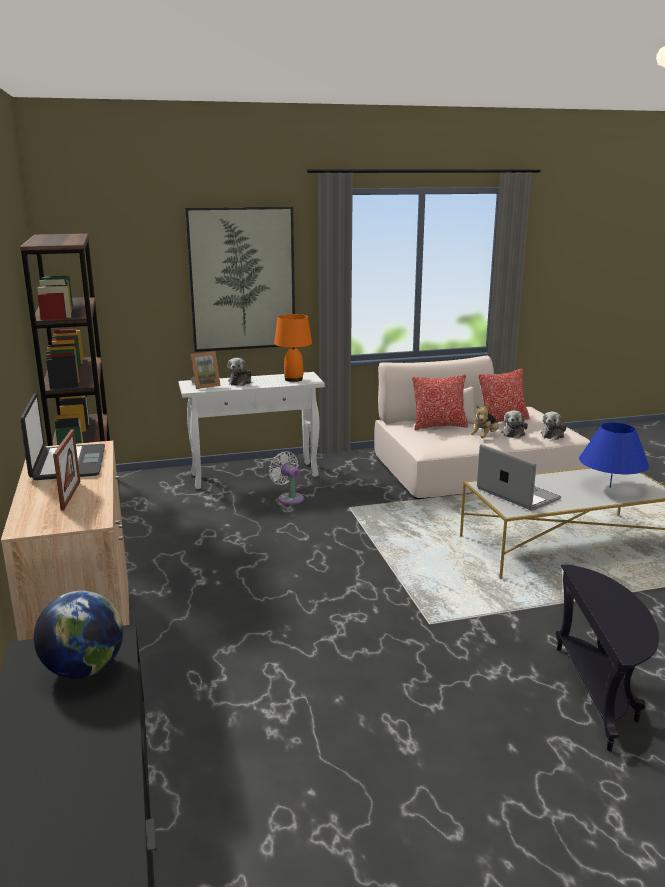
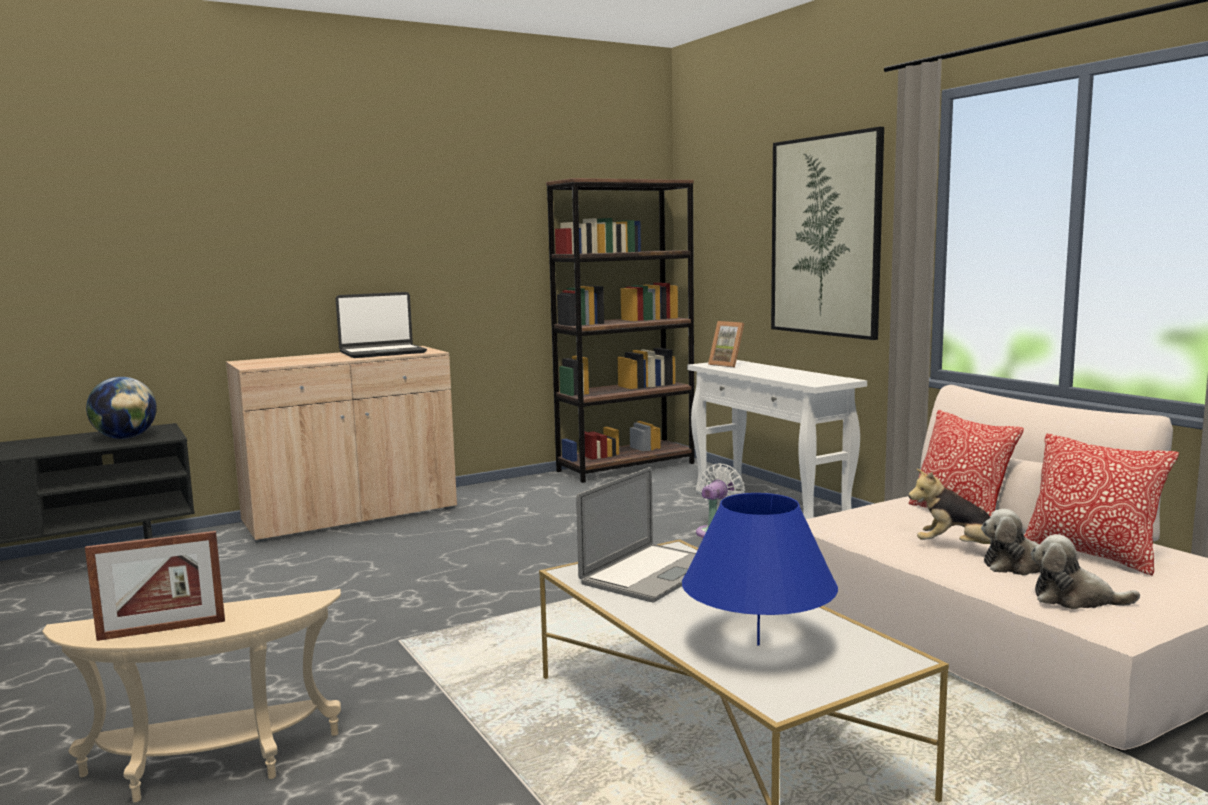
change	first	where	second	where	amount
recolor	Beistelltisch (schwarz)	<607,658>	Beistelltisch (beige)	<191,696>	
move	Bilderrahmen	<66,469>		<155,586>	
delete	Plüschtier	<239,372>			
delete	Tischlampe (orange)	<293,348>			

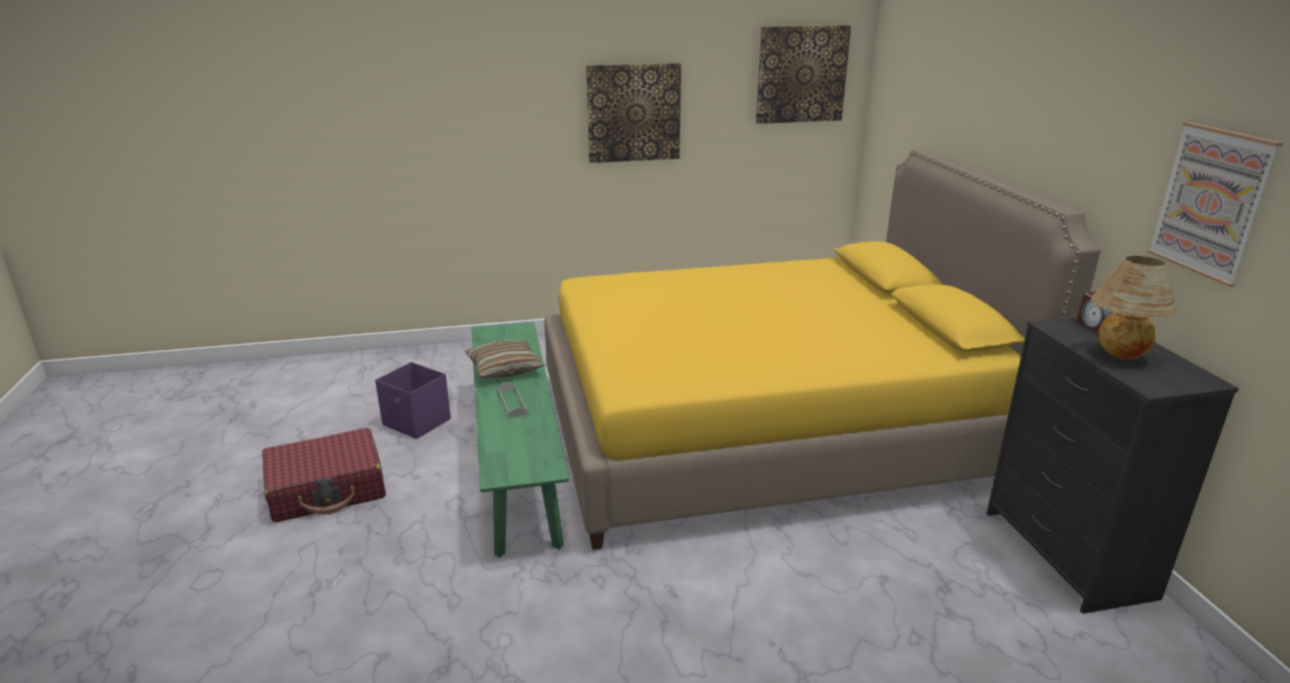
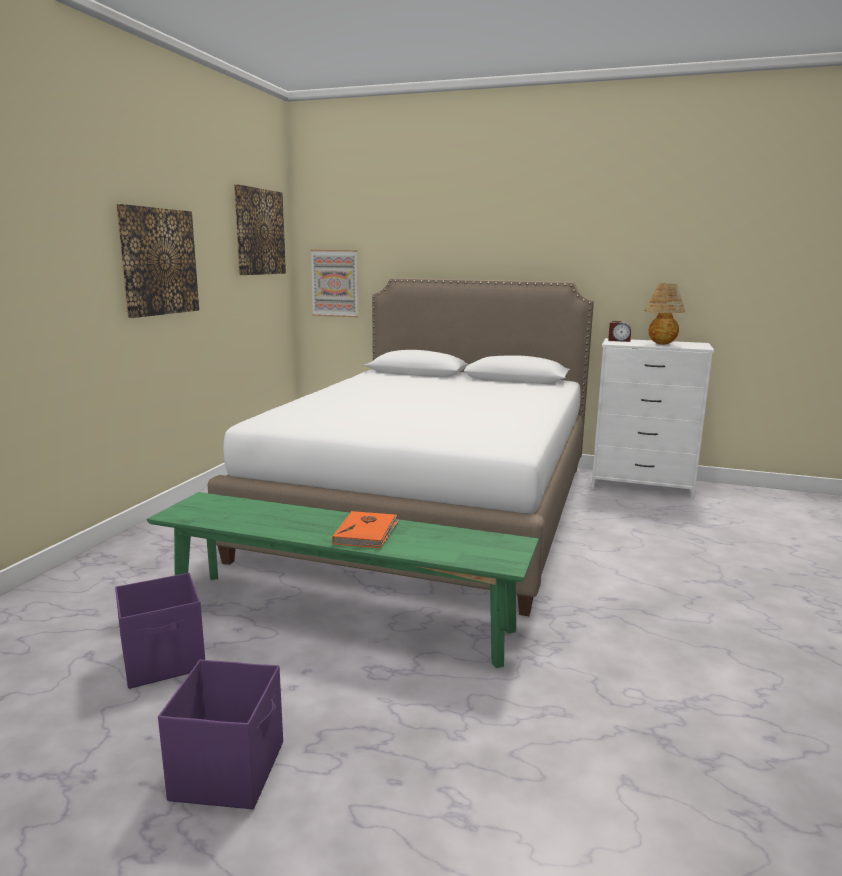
change	first	where	second	where	amount
replace	Koffer (rot)	<324,475>	Aufbewahrungsbox (lila)	<220,734>	
recolor	Bett (gelb)	<822,349>	Bett (weiß)	<401,447>	
move	Bild	<1215,204>		<334,283>	
replace	Tablett (grau)	<512,400>	Buch (orange)	<365,529>	
recolor	Kommode (schwarz)	<1113,465>	Kommode (weiß)	<653,418>	
delete	Kissen	<505,359>			

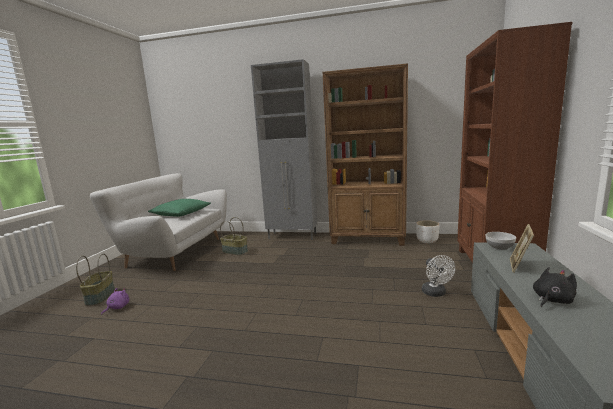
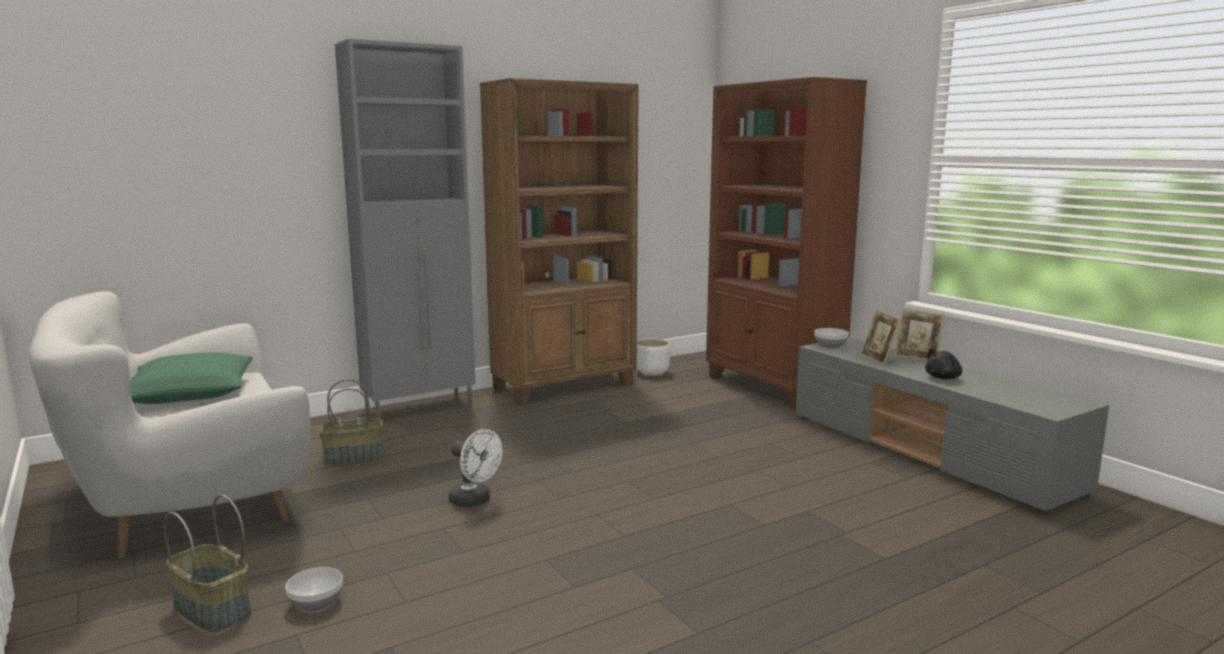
change	first	where	second	where	amount
replace	Plüschtier (lila)	<115,301>	Schüssel	<314,589>	
move	Ventilator (weiß)	<438,276>		<475,468>	
insert			Bilderrahmen	<919,335>	
rotate	Plüschtier (schwarz)	<555,287>		<943,363>	135 degrees counterclockwise

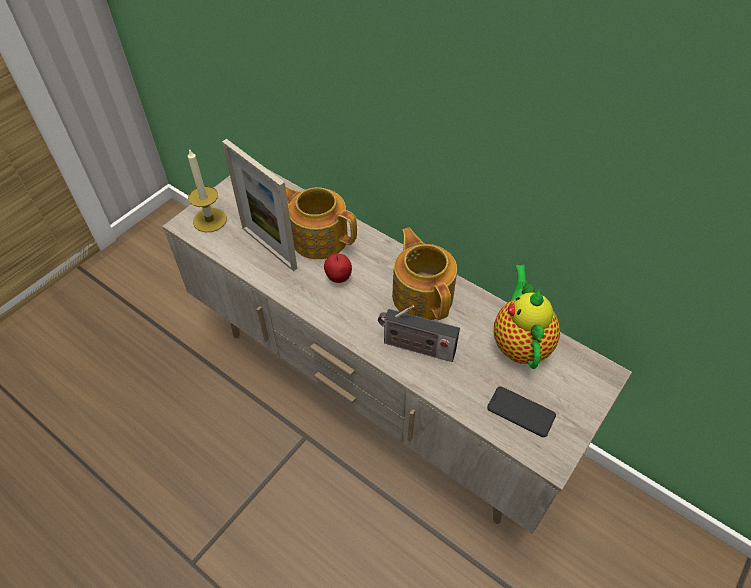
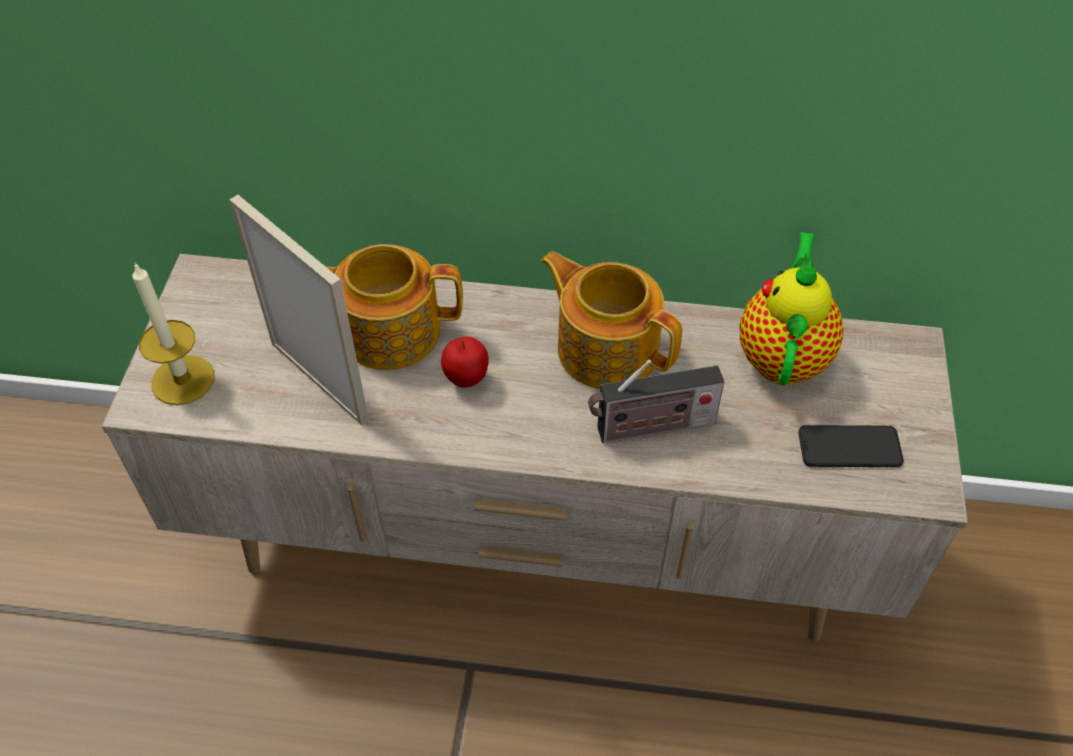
change	first	where	second	where	amount
rotate	Bilderrahmen	<259,205>		<299,310>	150 degrees counterclockwise
rotate	Teekanne	<527,317>		<792,308>	45 degrees clockwise

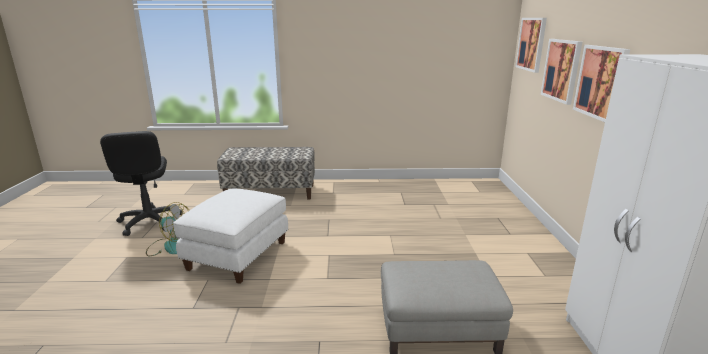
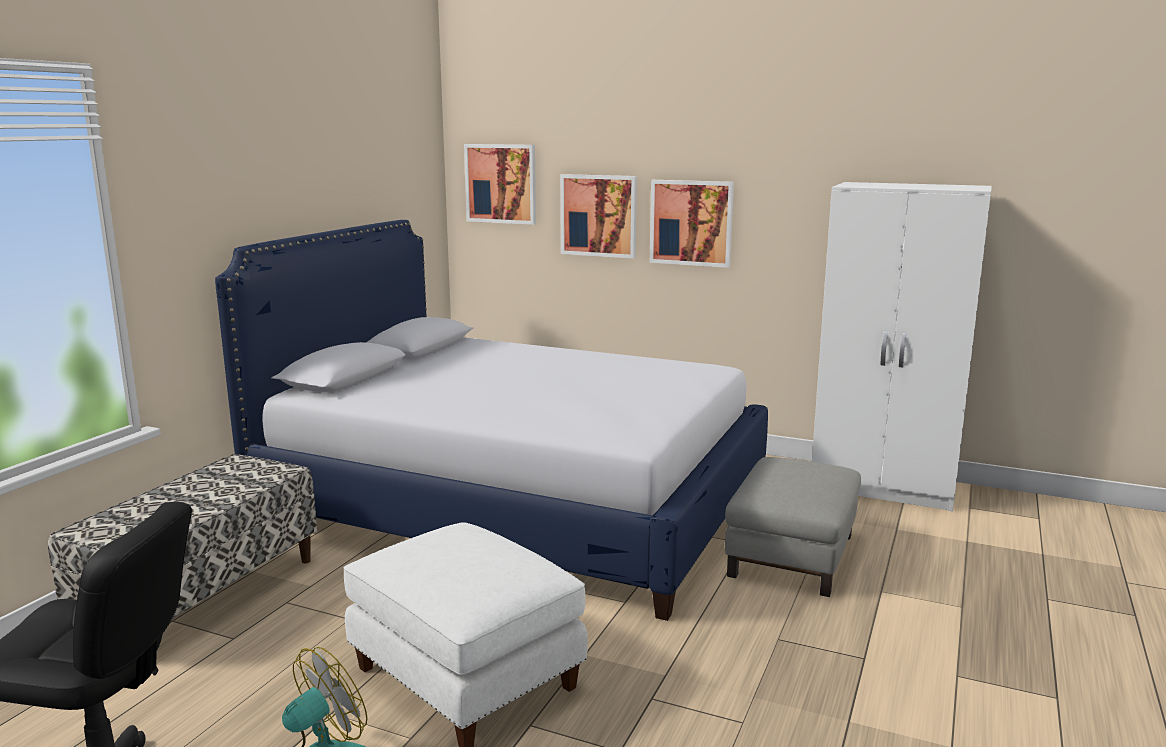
change	first	where	second	where	amount
insert			Bett	<491,420>	

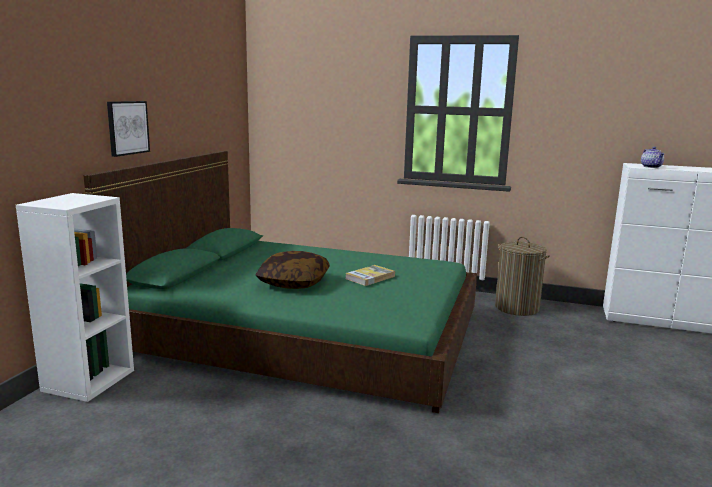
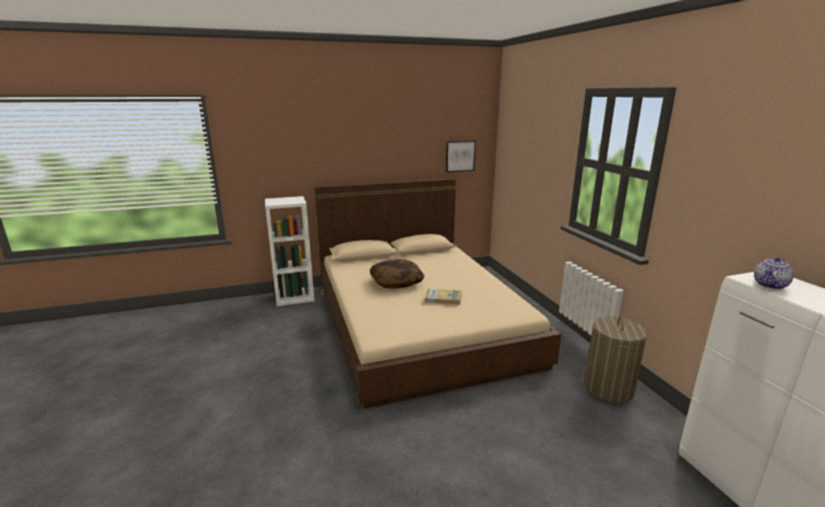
change	first	where	second	where	amount
recolor	Bett (grün)	<280,282>	Bett (beige)	<437,293>	
move	Bild	<128,129>		<461,156>	

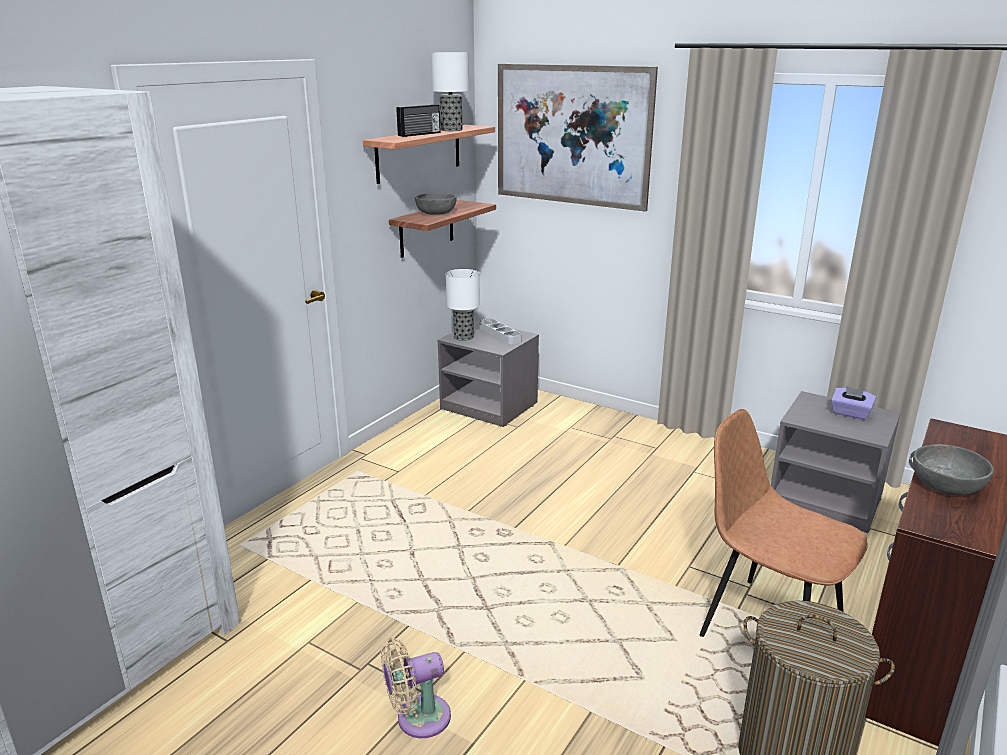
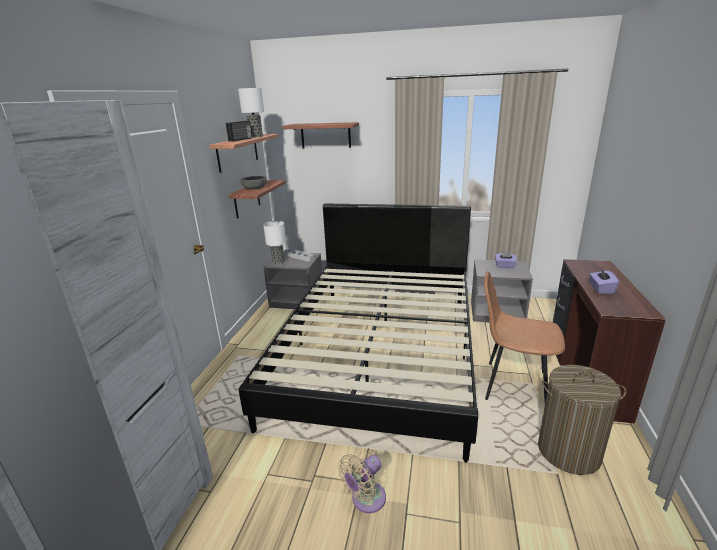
change	first	where	second	where	amount
insert			Bett (schwarz)	<358,333>	
replace	Bild	<578,138>	Wandregal	<320,135>	
replace	Schüssel (grau)	<953,470>	Taschentuchbox (lila)	<604,281>	

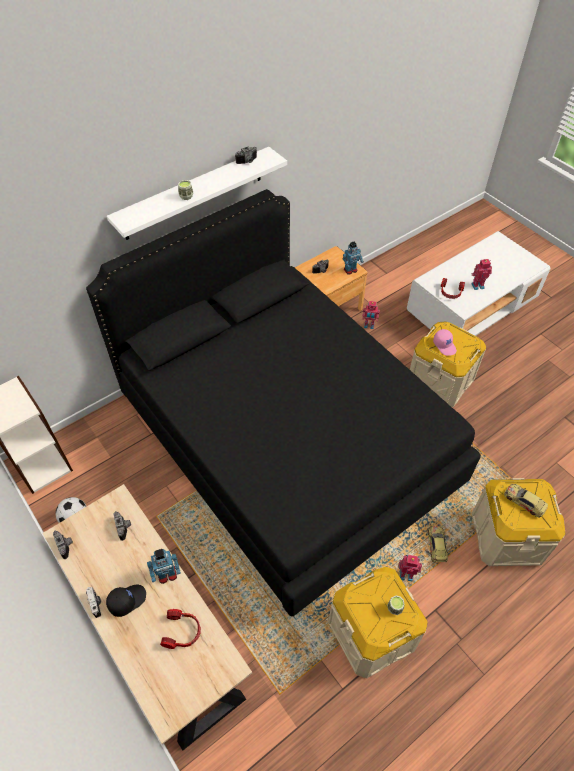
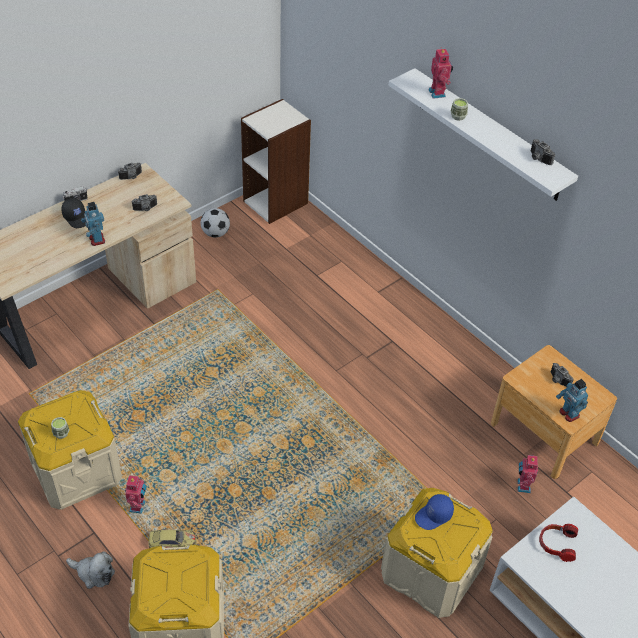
change	first	where	second	where	amount
insert			Plüschtier	<90,570>	
recolor	Kappe (rosa)	<445,342>	Kappe (blau)	<434,512>	
move	Spielzeugroboter	<482,274>		<441,73>	
delete	Bett (schwarz)	<283,403>			
delete	Kopfhörer	<180,629>			
delete	Spielzeugauto	<526,501>			

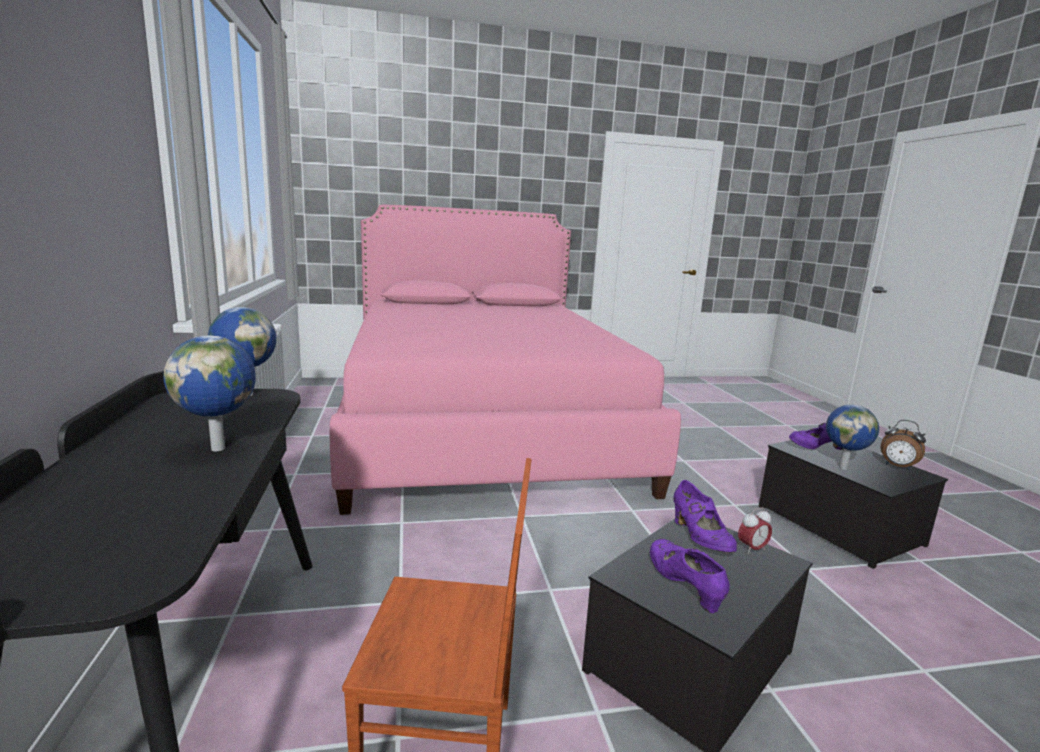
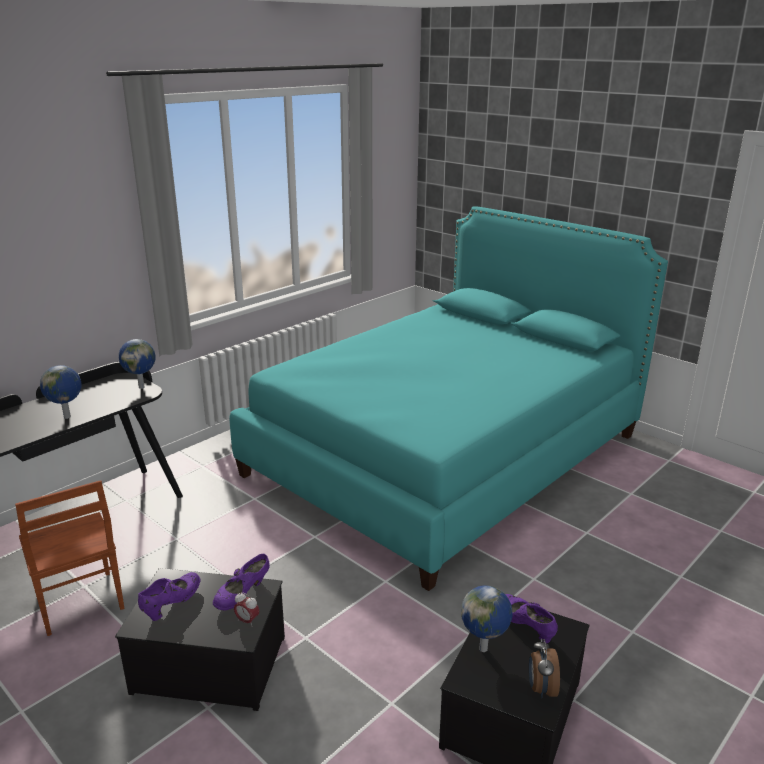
change	first	where	second	where	amount
recolor	Bett (rosa)	<505,360>	Bett (türkis)	<449,398>	

